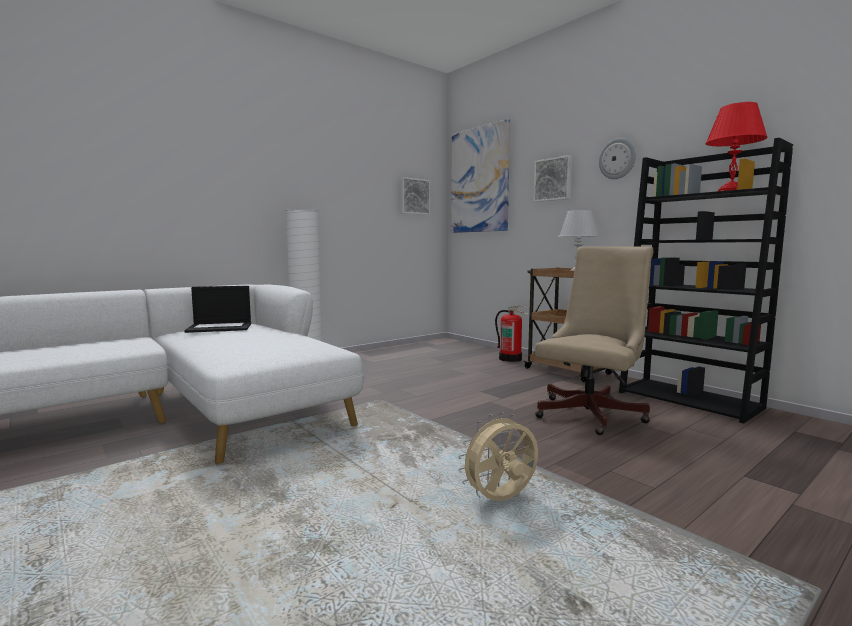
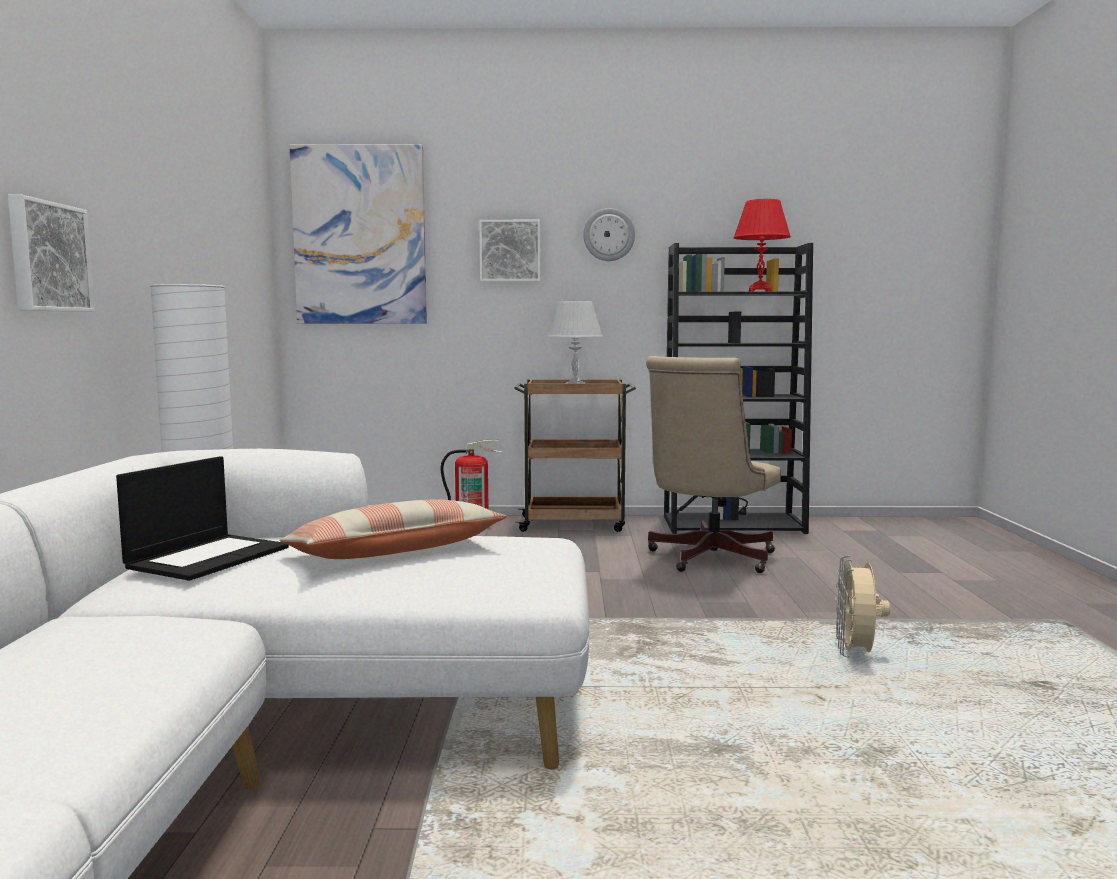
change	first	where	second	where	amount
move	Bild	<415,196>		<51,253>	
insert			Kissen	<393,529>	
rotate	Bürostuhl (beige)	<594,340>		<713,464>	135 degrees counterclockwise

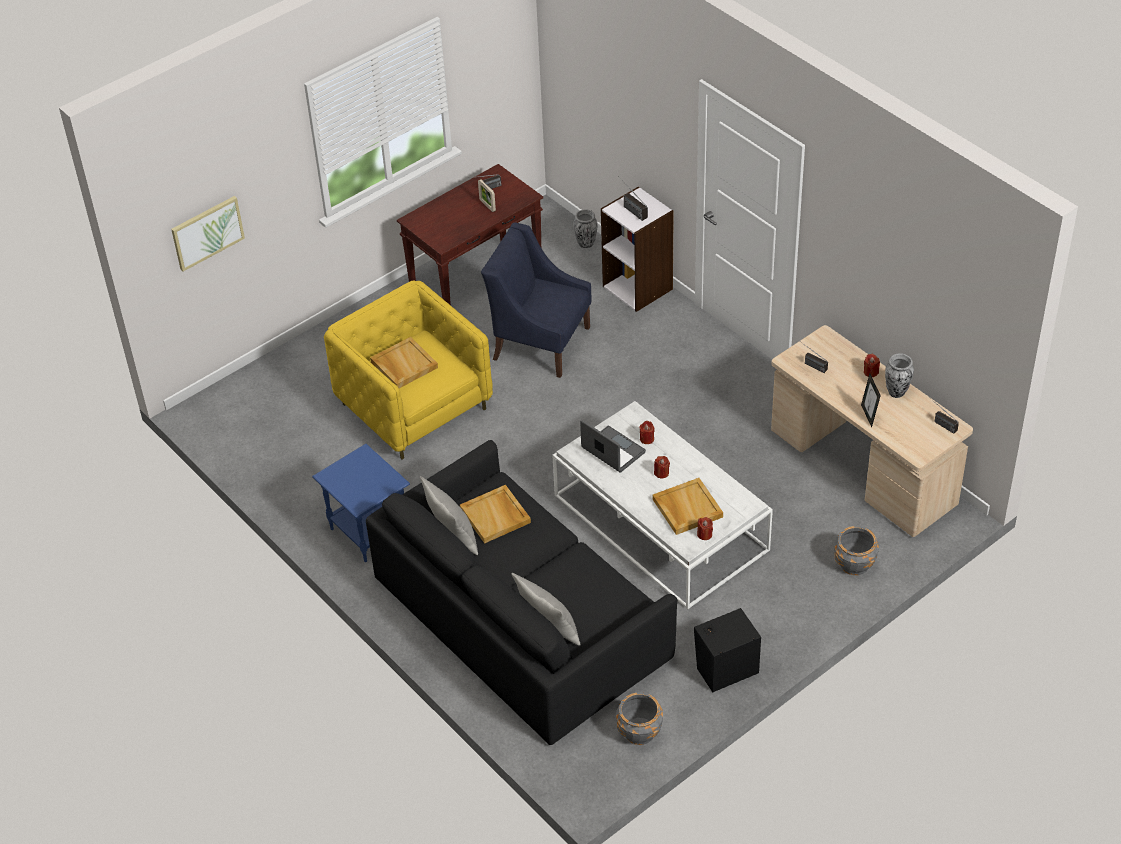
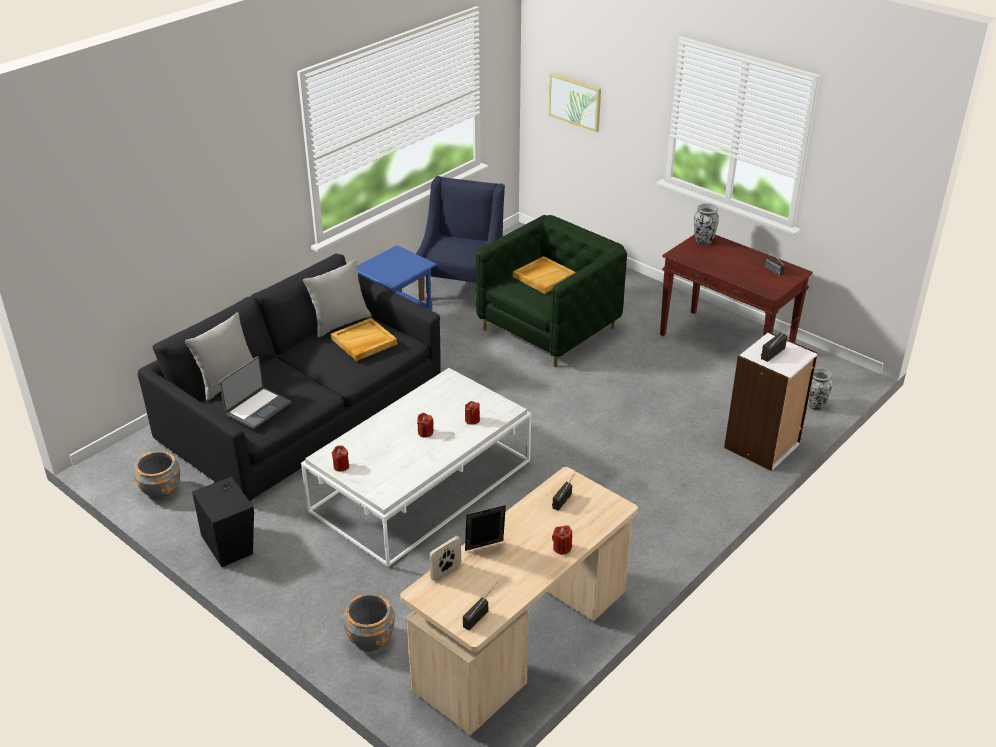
change	first	where	second	where	amount
move	Laptop	<613,446>		<255,392>	
move	Sessel (blau)	<536,300>		<460,238>	
move	Bilderrahmen	<487,195>		<445,558>	
recolor	Sessel (gelb)	<408,369>	Sessel (grün)	<551,291>	
move	Vase	<899,375>		<706,224>	
delete	Tablett (beige)	<688,506>			

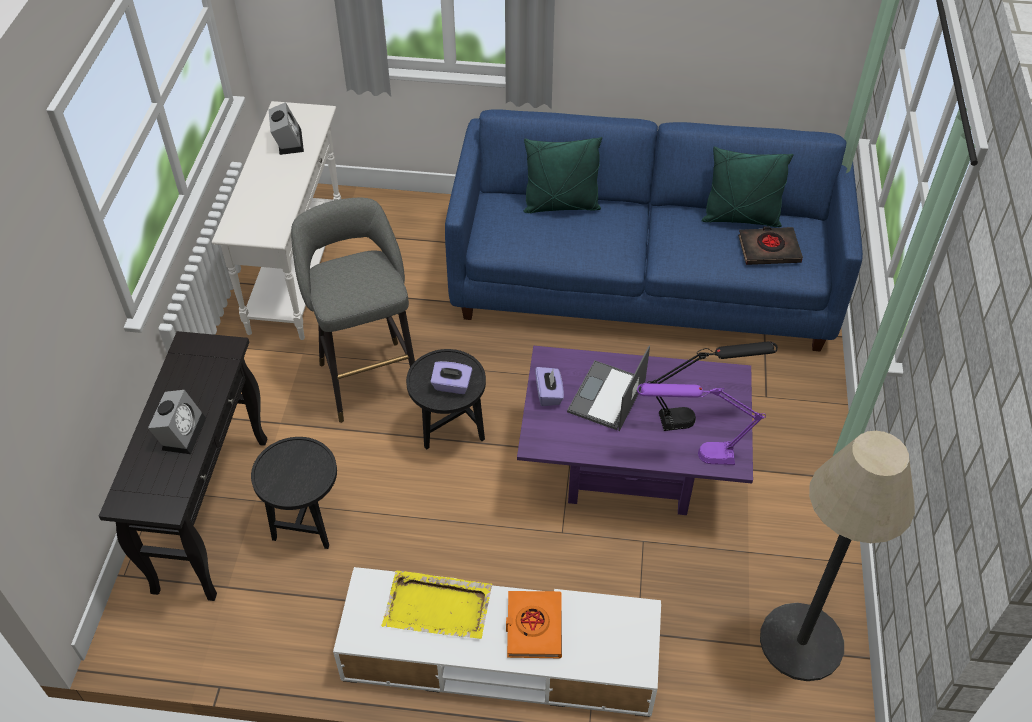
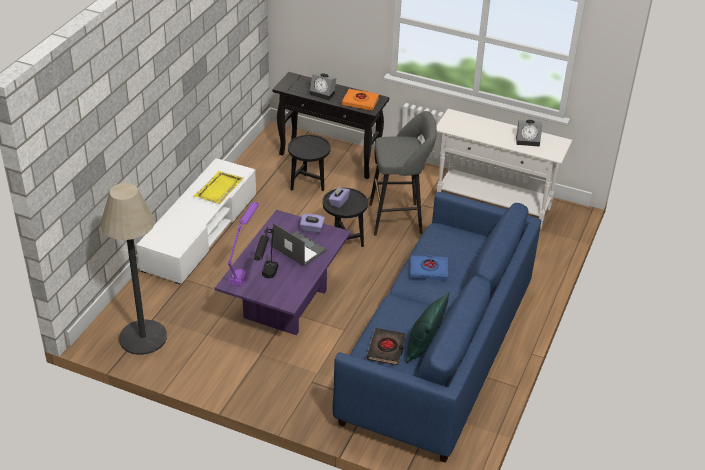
change	first	where	second	where	amount
move	Buch (orange)	<534,624>		<360,100>	
insert			Buch (blau)	<429,267>	
delete	Kissen (grün)	<562,175>			

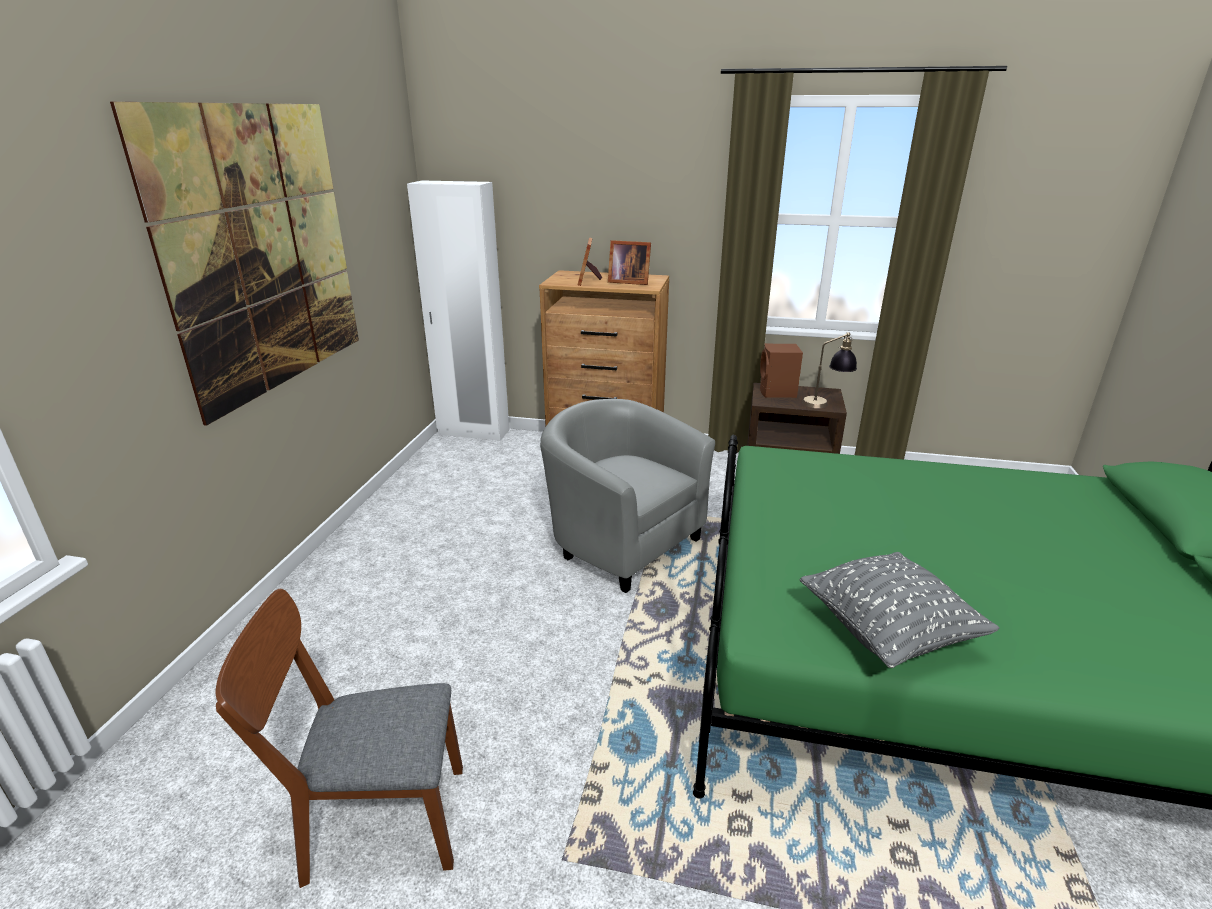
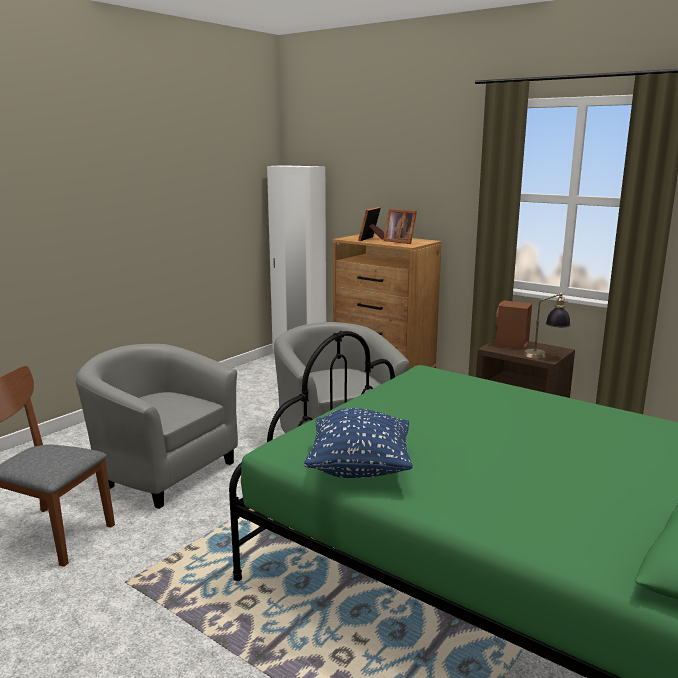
change	first	where	second	where	amount
insert			Sessel (grau)	<157,426>	
recolor	Kissen (grau)	<899,610>	Kissen (blau)	<358,443>	
delete	Bild	<234,264>			

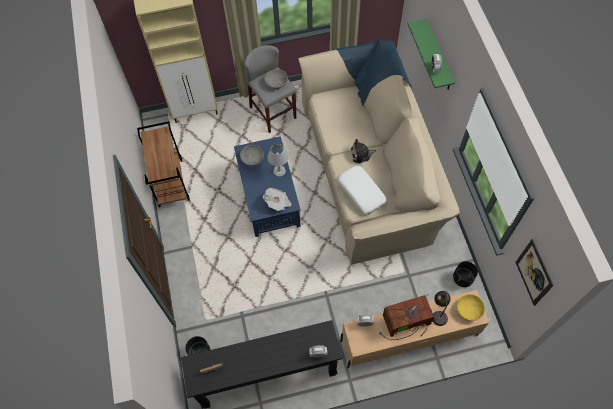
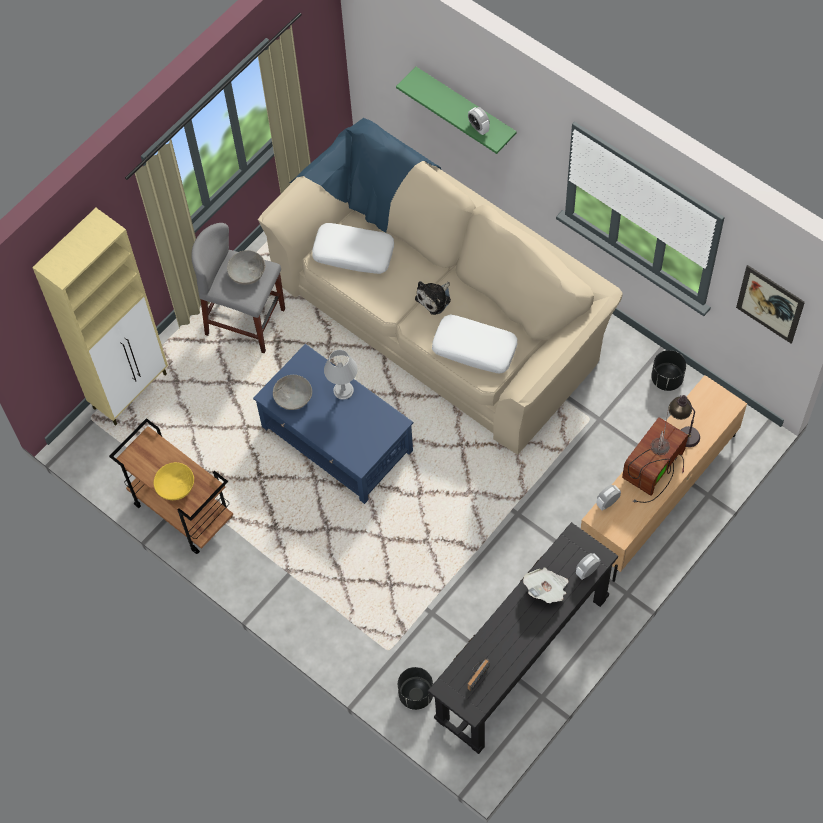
change	first	where	second	where	amount
move	Schüssel (gelb)	<471,307>		<174,481>	
insert			Kissen (weiß)	<353,248>	
move	Zeitung	<277,199>		<546,585>	

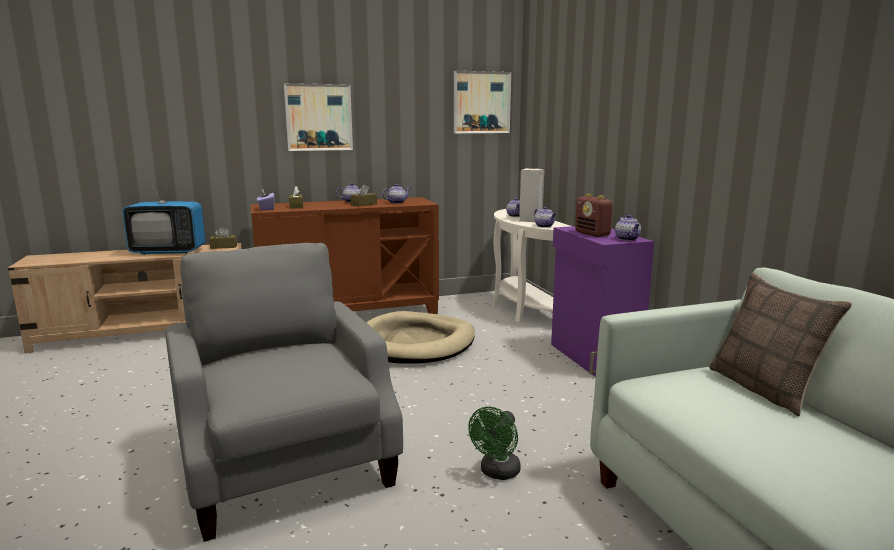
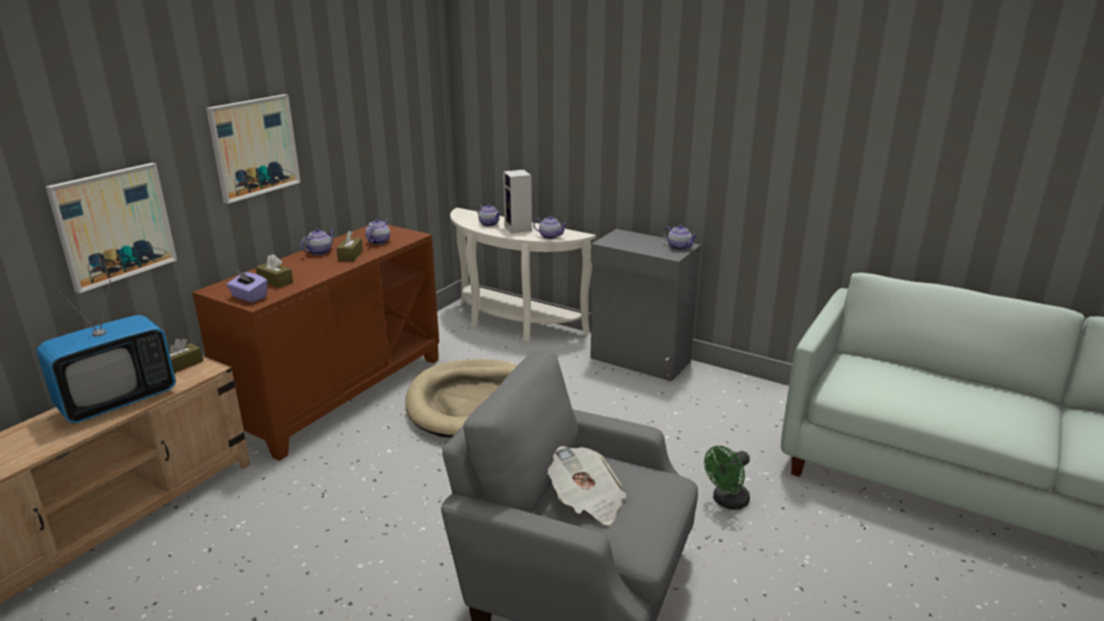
change	first	where	second	where	amount
move	Bild	<482,102>		<111,228>	
insert			Zeitung	<587,485>	
recolor	Schrank (lila)	<603,301>	Schrank (grau)	<645,305>	
rotate	Ventilator (grün)	<494,443>		<727,478>	60 degrees clockwise
delete	Radio	<594,215>			
delete	Kissen	<780,344>			

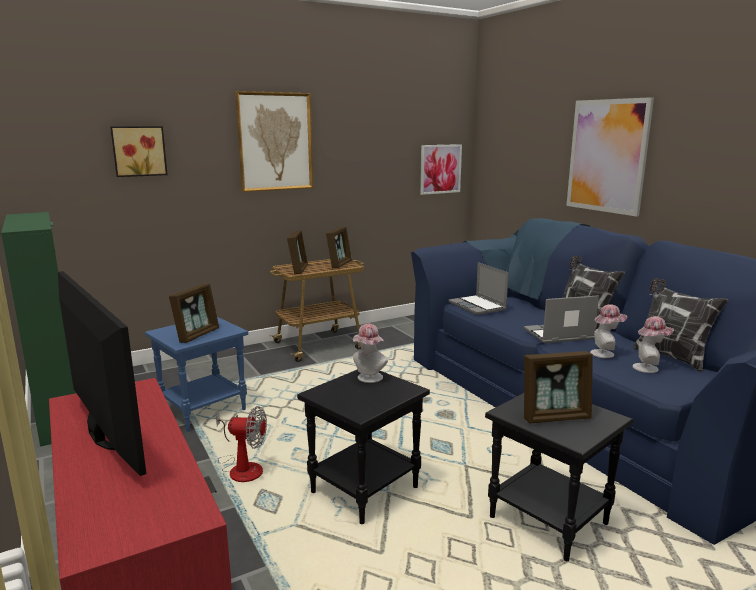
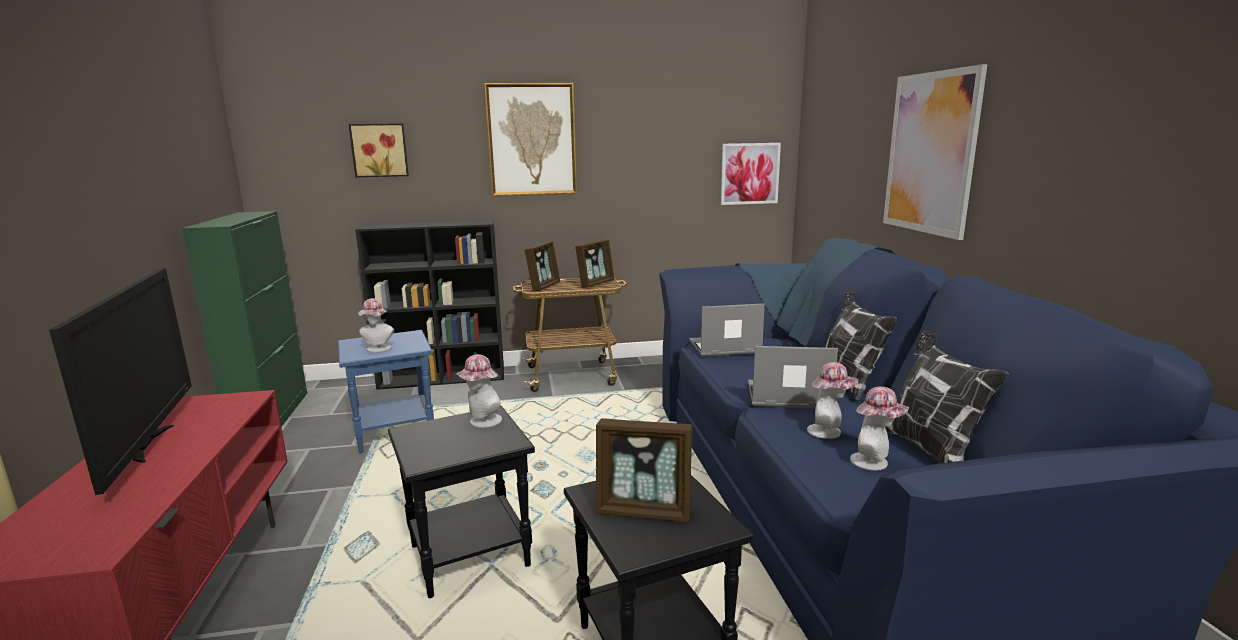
change	first	where	second	where	amount
insert			Bücherregal (schwarz)	<429,305>	
replace	Bilderrahmen	<194,313>	Hut	<376,325>	
rotate	Laptop	<479,288>		<727,330>	90 degrees clockwise
delete	Ventilator	<241,444>			

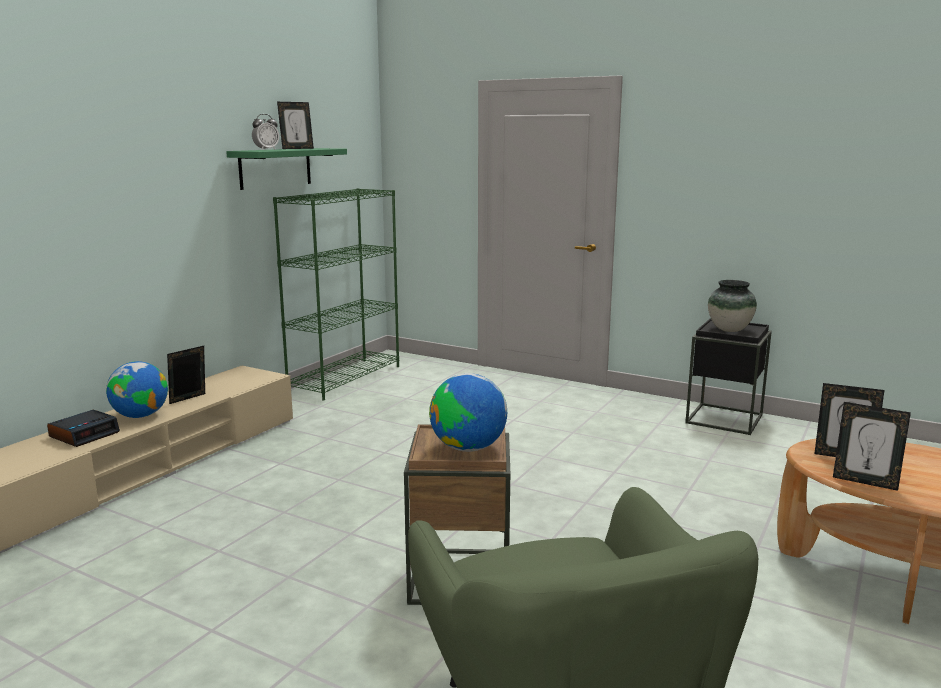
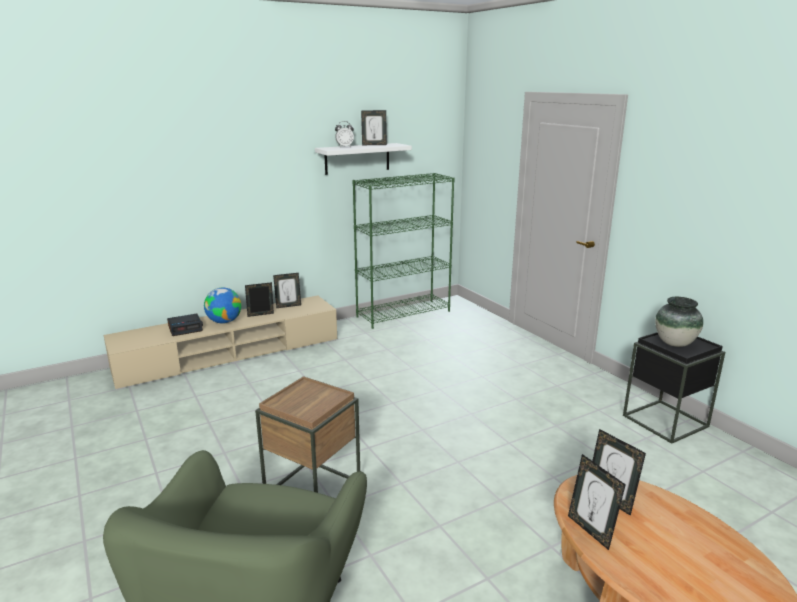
change	first	where	second	where	amount
insert			Bilderrahmen	<287,290>	
recolor	Wandregal (grün)	<286,169>	Wandregal (weiß)	<363,159>	
delete	Globus	<468,412>			

